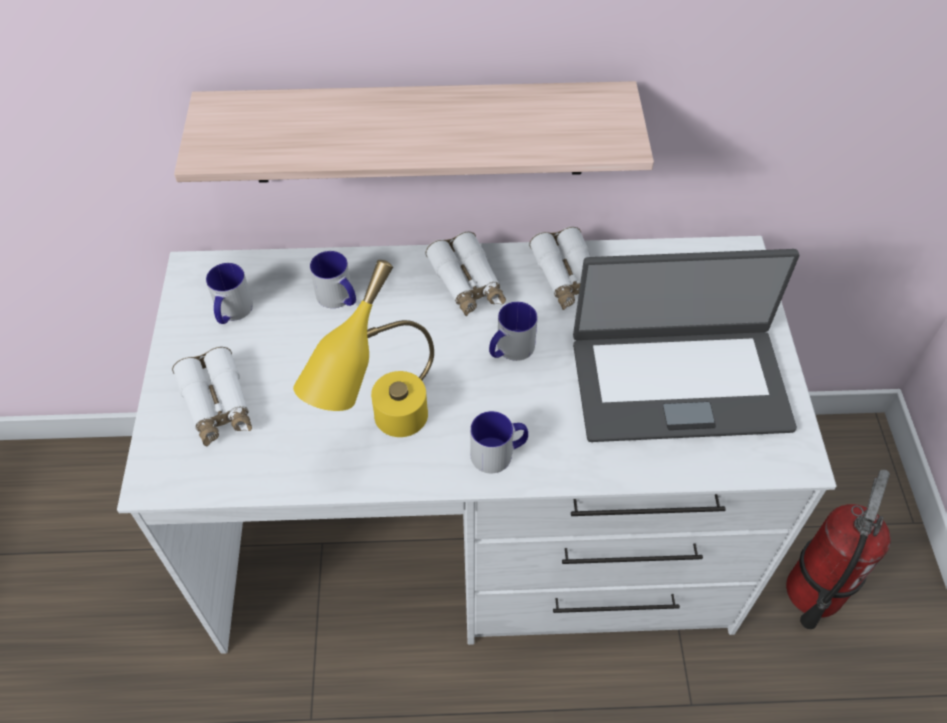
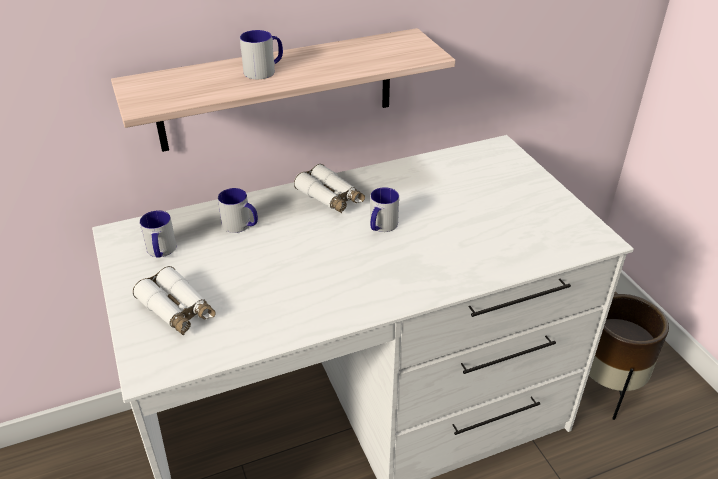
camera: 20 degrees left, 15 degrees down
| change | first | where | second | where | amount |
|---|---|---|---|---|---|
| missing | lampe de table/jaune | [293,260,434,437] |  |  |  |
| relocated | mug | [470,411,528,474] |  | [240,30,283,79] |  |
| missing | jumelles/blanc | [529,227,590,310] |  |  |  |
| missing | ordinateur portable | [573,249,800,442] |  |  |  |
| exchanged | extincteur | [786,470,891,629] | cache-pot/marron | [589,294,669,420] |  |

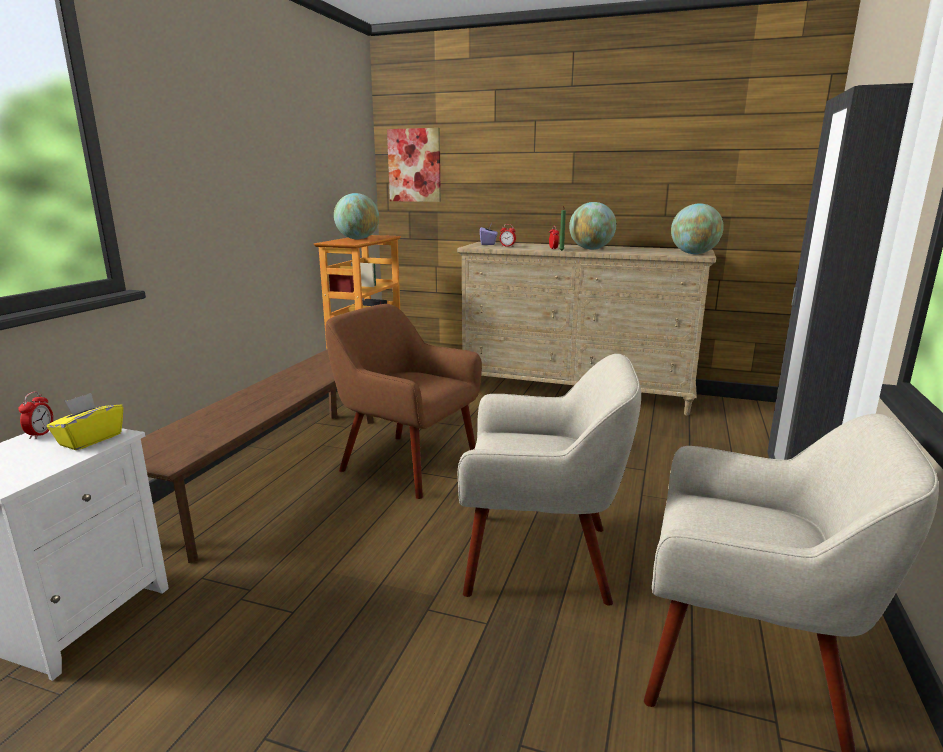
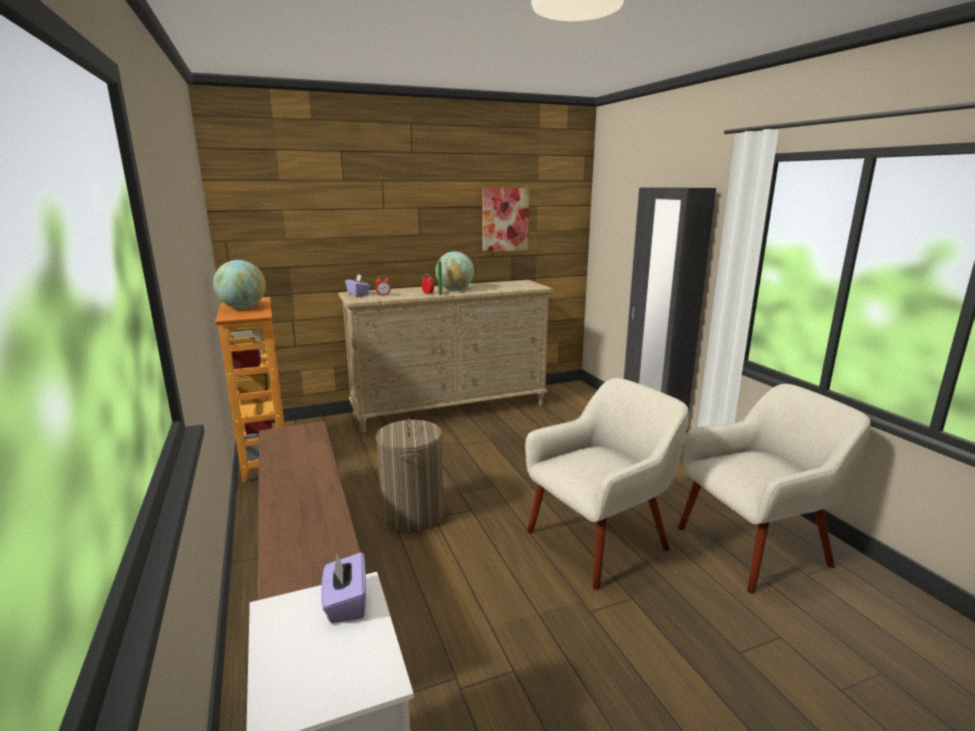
camera: 40 degrees left, 0 degrees up
| change | first | where | second | where | amount |
|---|---|---|---|---|---|
| missing | réveil | [19,392,53,439] |  |  |  |
| colour | boîte à mouchoirs/jaune | [47,393,123,450] | boîte à mouchoirs/violet | [321,552,366,623] |  |
| exchanged | fauteuil/marron | [325,304,482,499] | panier à linge | [376,418,444,532] |  |
| relocated | tableau | [387,128,441,202] |  | [482,188,529,252] |  |
| missing | globe | [671,203,724,254] |  |  |  |

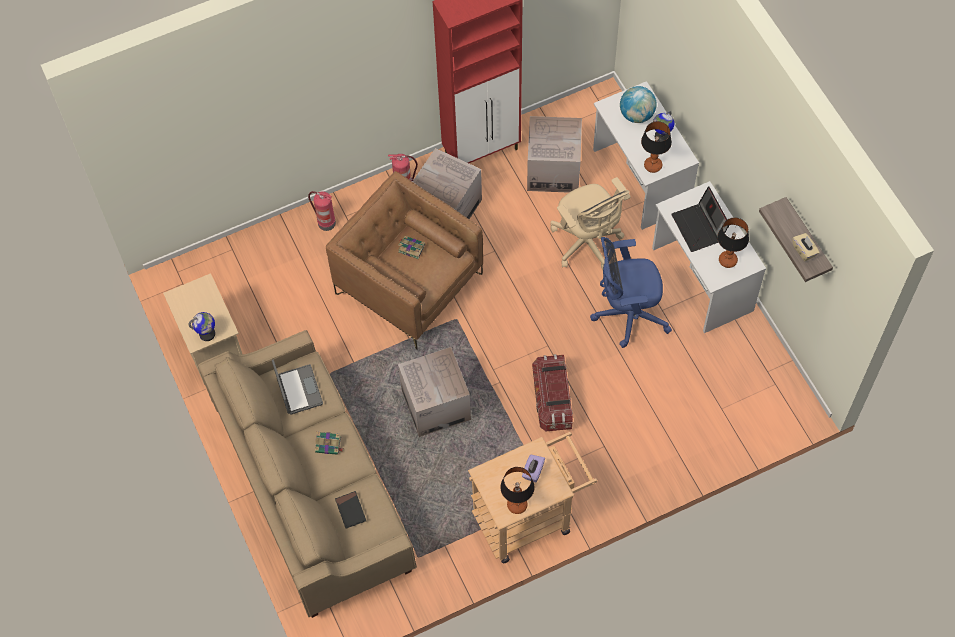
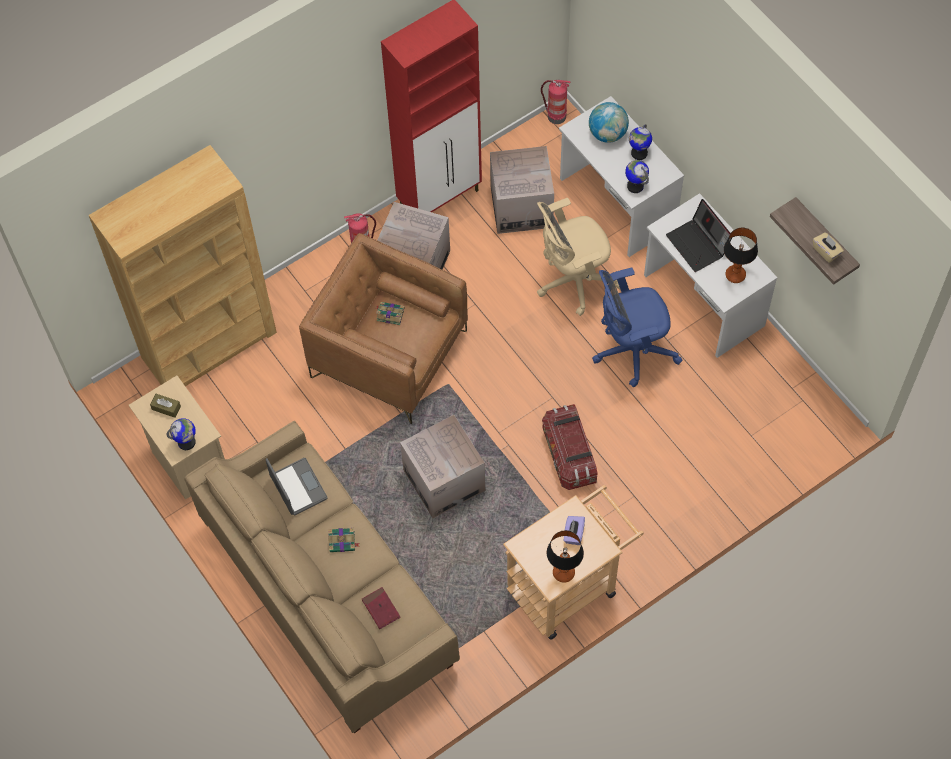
camera: 10 degrees left, 0 degrees up
| change | first | where | second | where | amount |
|---|---|---|---|---|---|
| relocated | extincteur | [308,191,336,231] |  | [541,80,571,124] |  |
| colour | livre/noir | [335,491,366,528] | livre/rouge | [362,587,401,629] |  |
| spun | chaise de bureau/beige | [550,177,631,270] |  | [537,198,621,316] | 105 degrees clockwise |
| exchanged | lampe de table | [641,121,672,173] | globe | [625,160,649,193] |  |
| appeared |  |  | bibliothèque/marron | [89,145,277,386] |  |
| appeared |  |  | boîte à mouchoirs/marron | [150,394,181,418] |  |

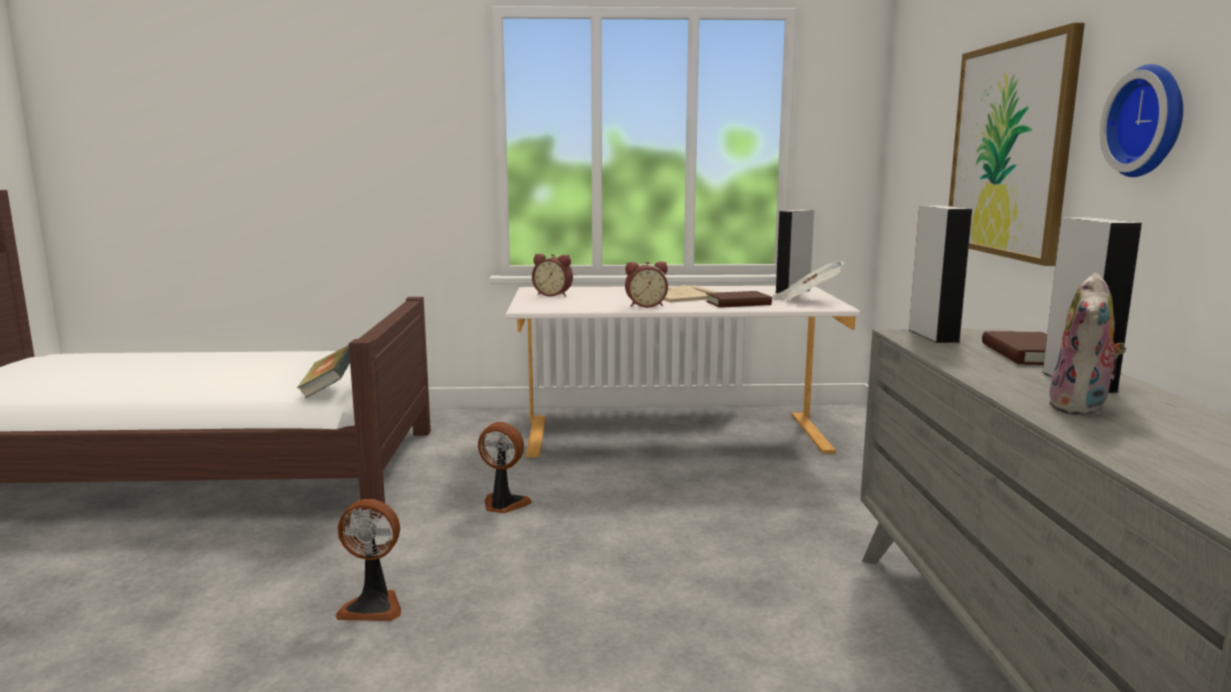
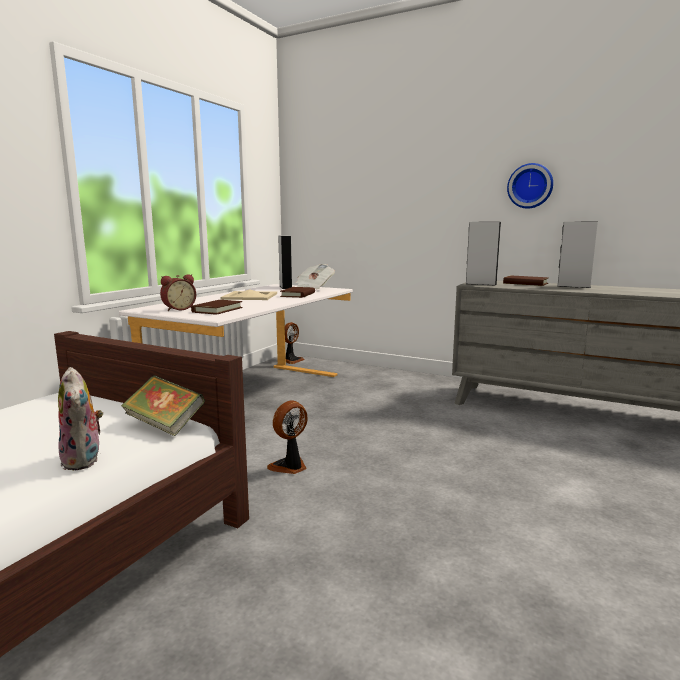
camera: 60 degrees left, 0 degrees up
| change | first | where | second | where | amount |
|---|---|---|---|---|---|
| relocated | ventilateur | [335,499,401,621] |  | [285,322,305,364] |  |
| missing | réveil | [625,262,668,308] |  |  |  |
| missing | tableau | [949,23,1085,266] |  |  |  |
| relocated | peluche | [1047,273,1127,416] |  | [58,367,103,470] |  |
| appeared |  |  | livre/marron | [191,300,243,315] |  |

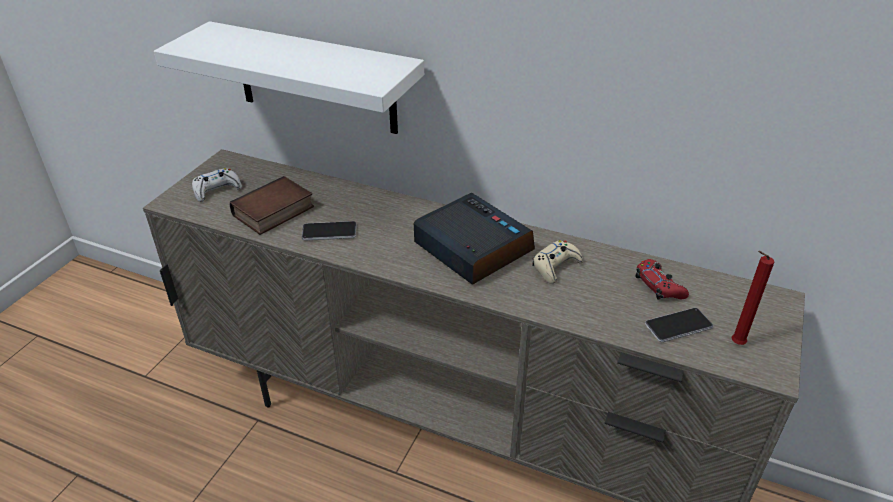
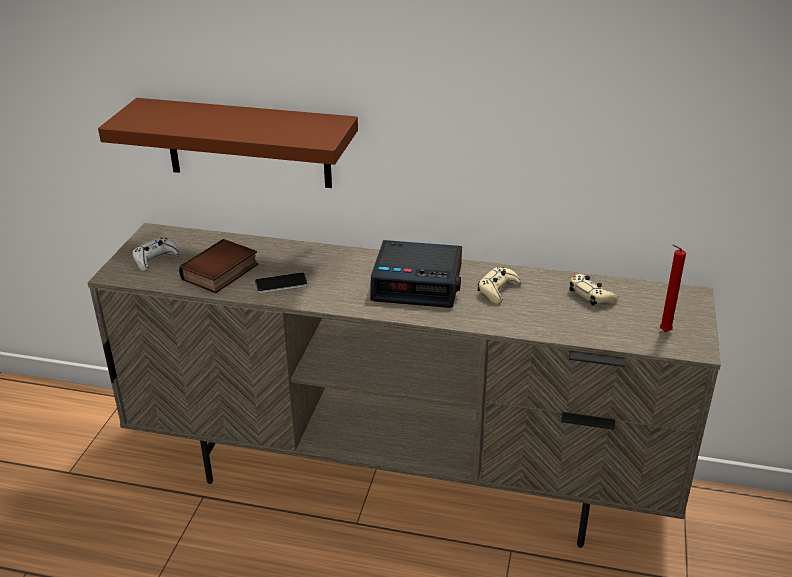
camera: 10 degrees left, 5 degrees down
| change | first | where | second | where | amount |
|---|---|---|---|---|---|
| colour | étagère/blanc | [154,21,424,134] | étagère/marron | [98,98,358,188] |  |
| spun | réveil | [414,193,535,285] |  | [370,240,462,308] | 150 degrees clockwise |
| colour | manette/rouge | [635,259,689,300] | manette/beige | [569,274,618,306] |  |
| missing | téléphone | [645,308,713,342] |  |  |  |

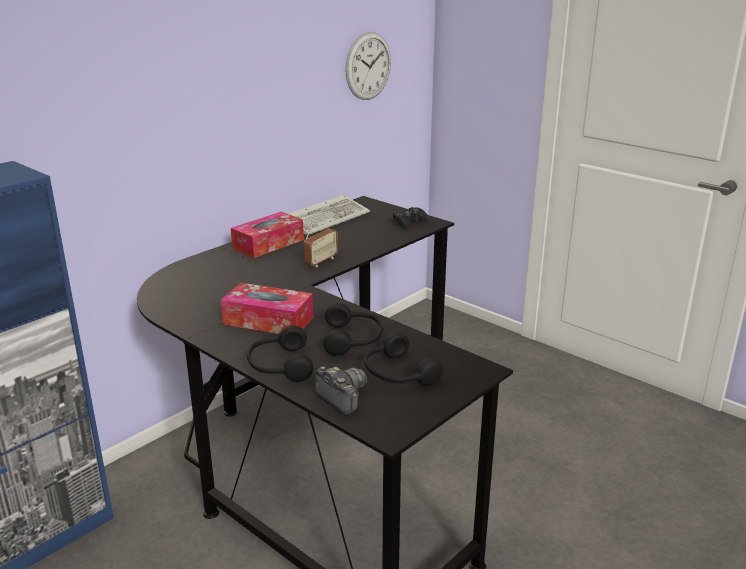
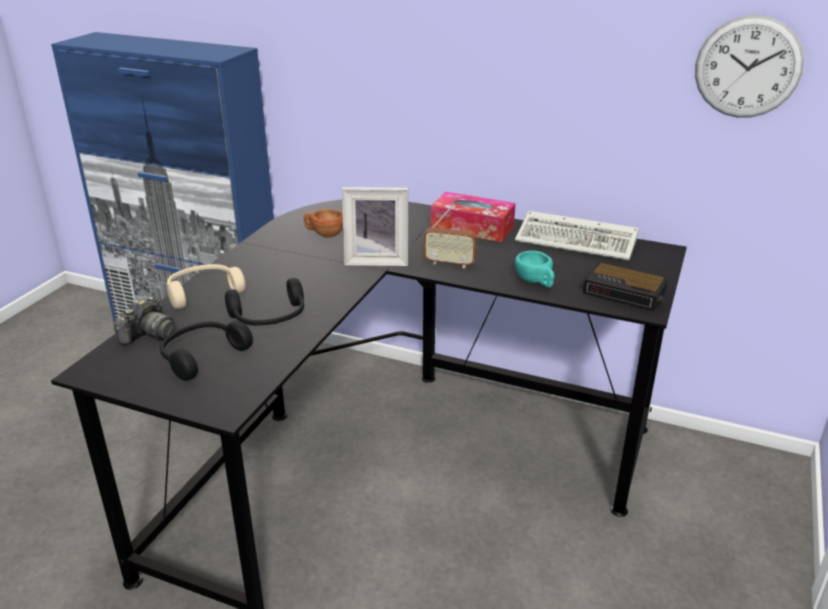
camera: 70 degrees right, 5 degrees up
| change | first | where | second | where | amount |
|---|---|---|---|---|---|
| missing | boîte à mouchoirs | [221,283,313,334] |  |  |  |
| colour | casque audio/noir | [247,325,314,382] | casque audio/beige | [167,264,246,309] |  |
| exchanged | manette/noir | [393,207,429,229] | réveil | [583,262,668,311] |  |
| appeared |  |  | tasse/marron | [304,209,343,238] |  |
| appeared |  |  | cadre photo | [342,187,408,266] |  |
| appeared |  |  | tasse/turquoise | [515,251,554,288] |  |

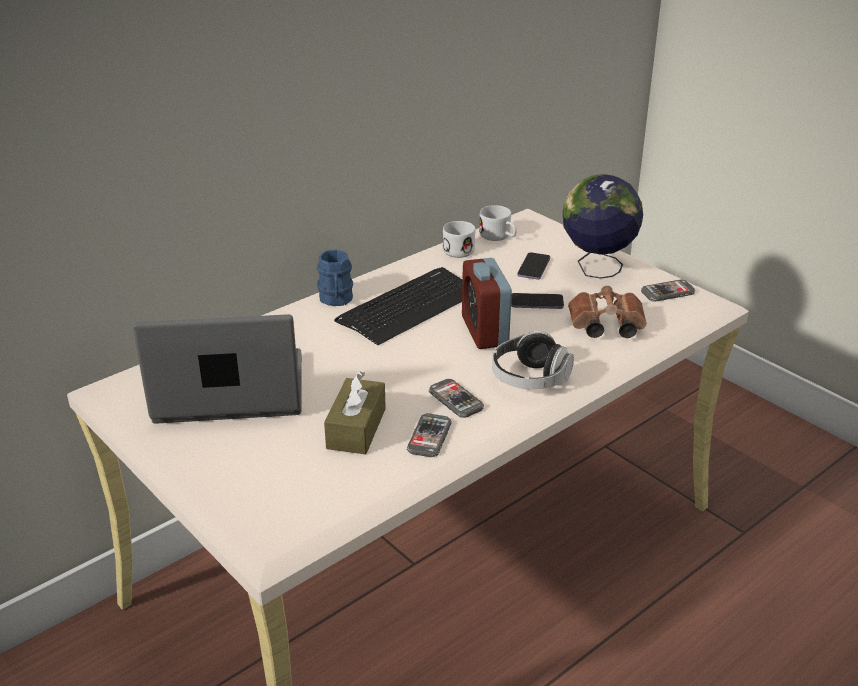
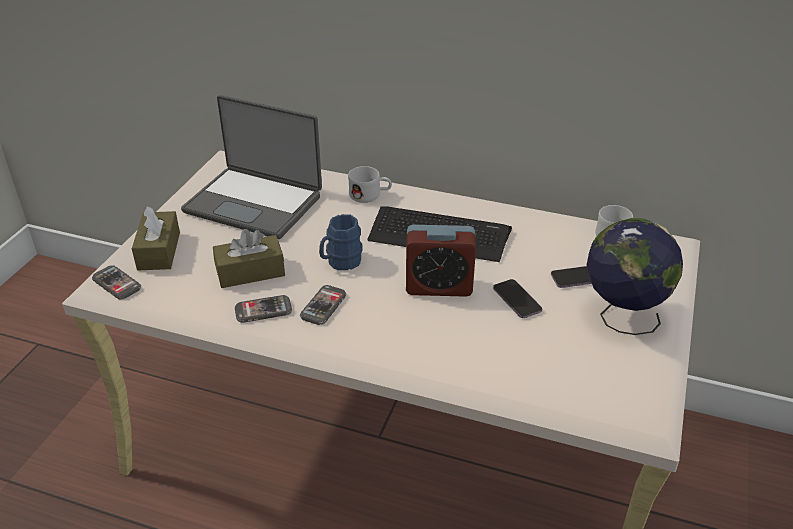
camera: 60 degrees right, 5 degrees up
| change | first | where | second | where | amount |
|---|---|---|---|---|---|
| spun | ordinateur portable | [133,314,302,424] |  | [181,95,322,239] | 150 degrees clockwise |
| relocated | mug/bleu | [317,250,353,306] |  | [319,214,363,270] |  |
| relocated | mug/blanc | [443,221,475,258] |  | [348,166,392,203] |  |
| spun | réveil | [462,258,512,349] |  | [406,225,476,297] | 135 degrees counterclockwise |
| missing | casque audio | [492,330,574,390] |  |  |  |
| missing | jumelles/marron | [568,285,647,338] |  |  |  |
| relocated | téléphone | [641,279,695,302] |  | [92,265,141,299] |  |
| appeared |  |  | boîte à mouchoirs/marron | [132,206,180,270] |  |

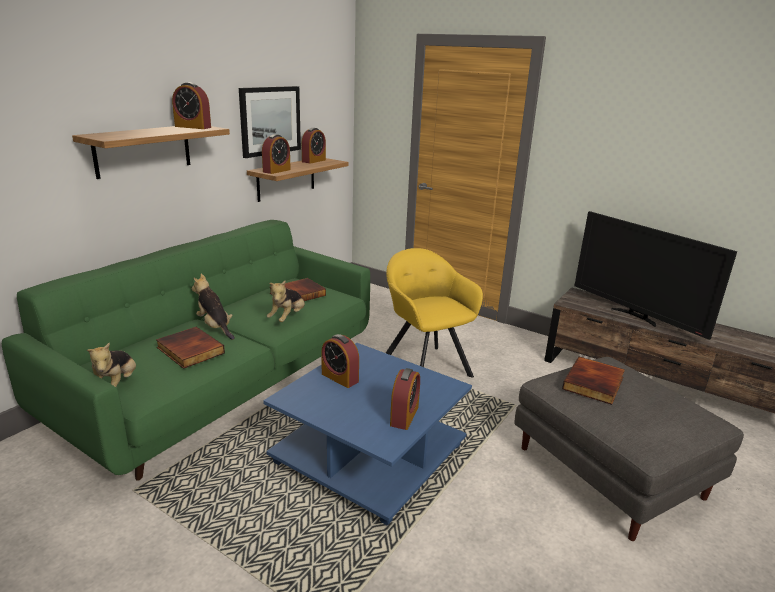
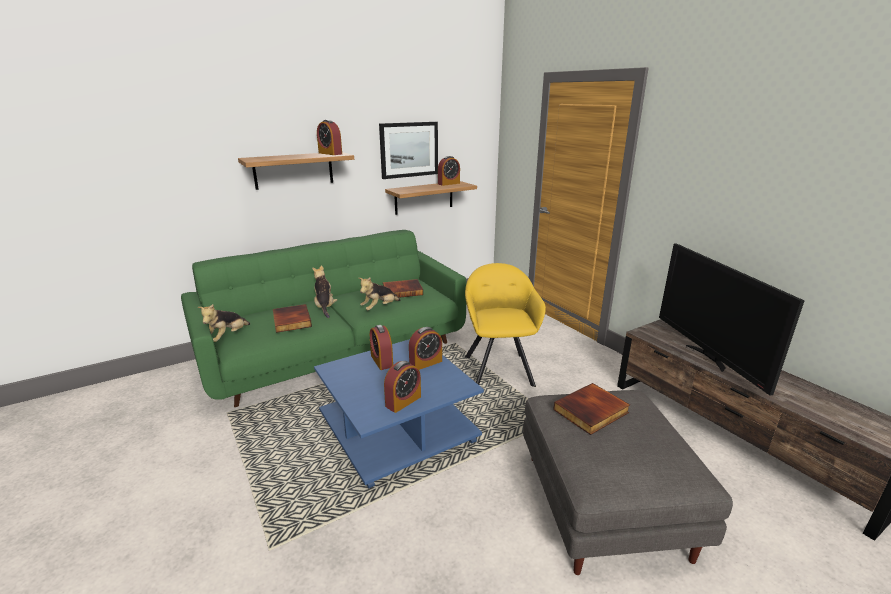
camera: 25 degrees right, 0 degrees up
| change | first | where | second | where | amount |
|---|---|---|---|---|---|
| relocated | réveil | [262,134,291,174] |  | [409,327,442,370] |  |

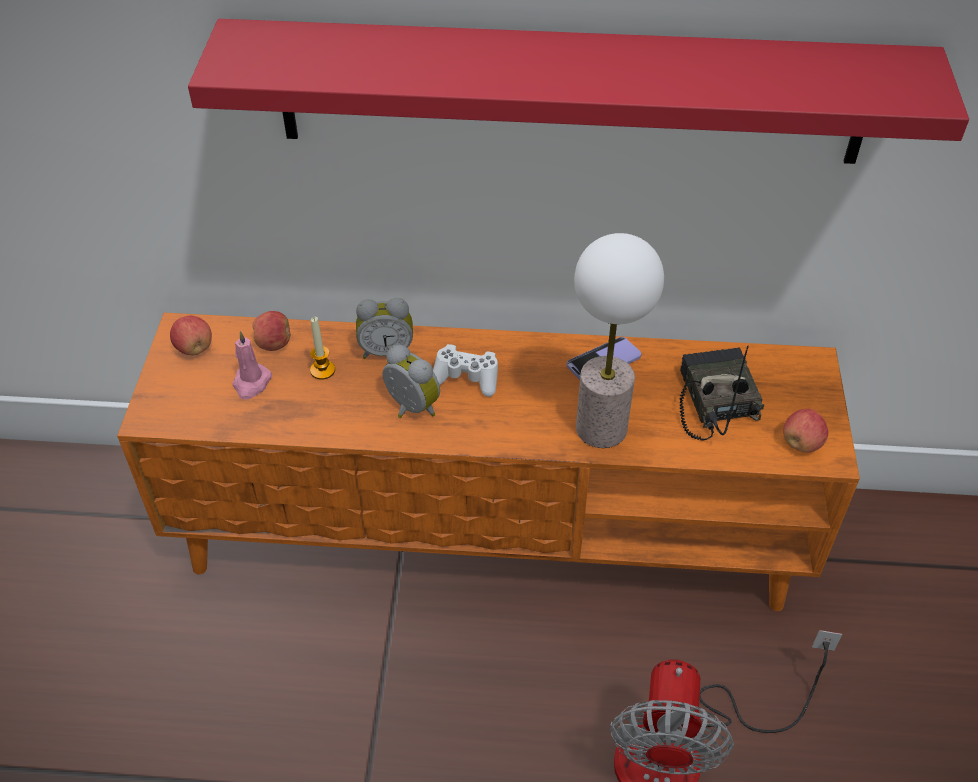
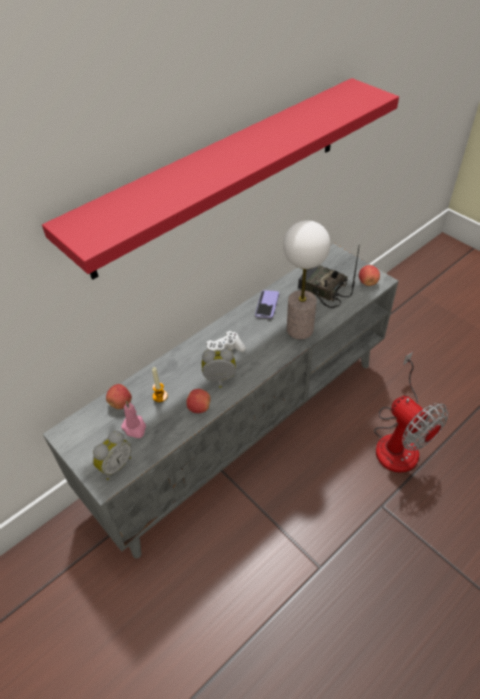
camera: 45 degrees left, 0 degrees up
| change | first | where | second | where | amount |
|---|---|---|---|---|---|
| colour | meuble télé/orange | [117,313,860,611] | meuble télé/gris | [43,243,398,559] |  |
| relocated | pomme | [170,316,212,355] |  | [186,389,210,413] |  |
| relocated | réveil | [356,298,413,359] |  | [93,431,132,480] |  |

